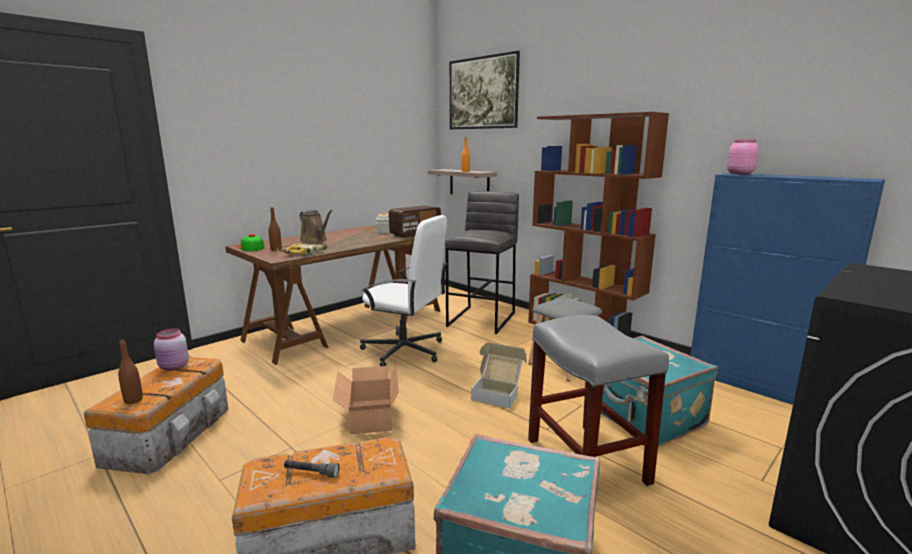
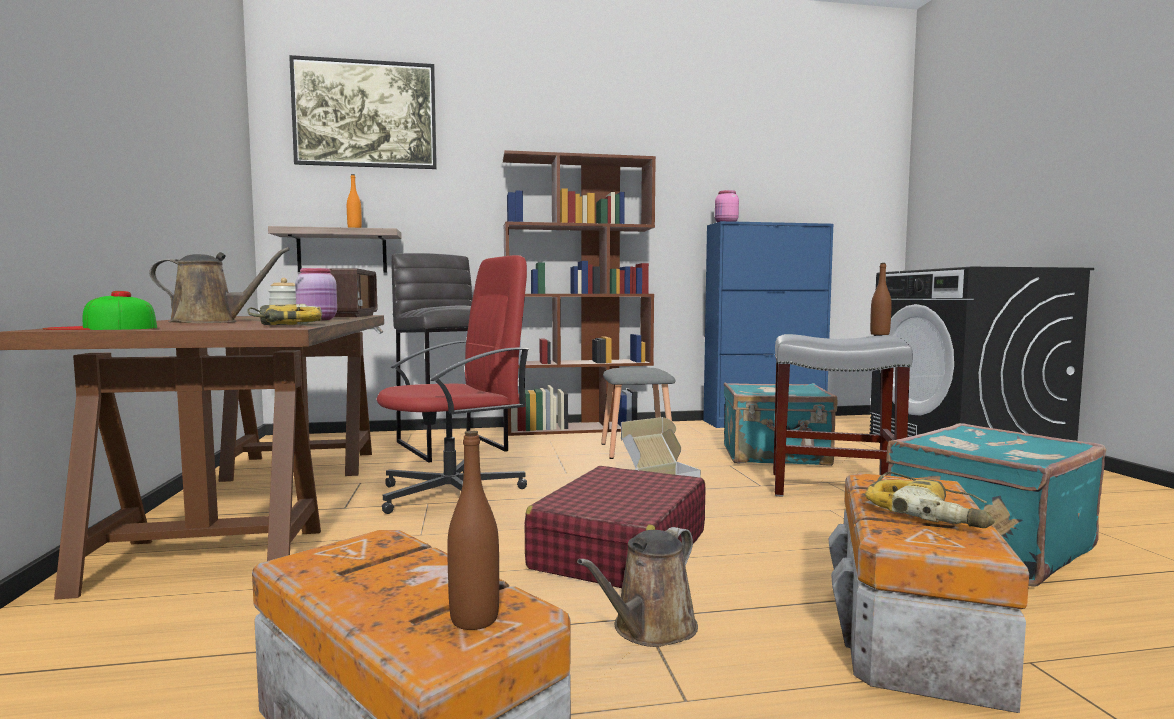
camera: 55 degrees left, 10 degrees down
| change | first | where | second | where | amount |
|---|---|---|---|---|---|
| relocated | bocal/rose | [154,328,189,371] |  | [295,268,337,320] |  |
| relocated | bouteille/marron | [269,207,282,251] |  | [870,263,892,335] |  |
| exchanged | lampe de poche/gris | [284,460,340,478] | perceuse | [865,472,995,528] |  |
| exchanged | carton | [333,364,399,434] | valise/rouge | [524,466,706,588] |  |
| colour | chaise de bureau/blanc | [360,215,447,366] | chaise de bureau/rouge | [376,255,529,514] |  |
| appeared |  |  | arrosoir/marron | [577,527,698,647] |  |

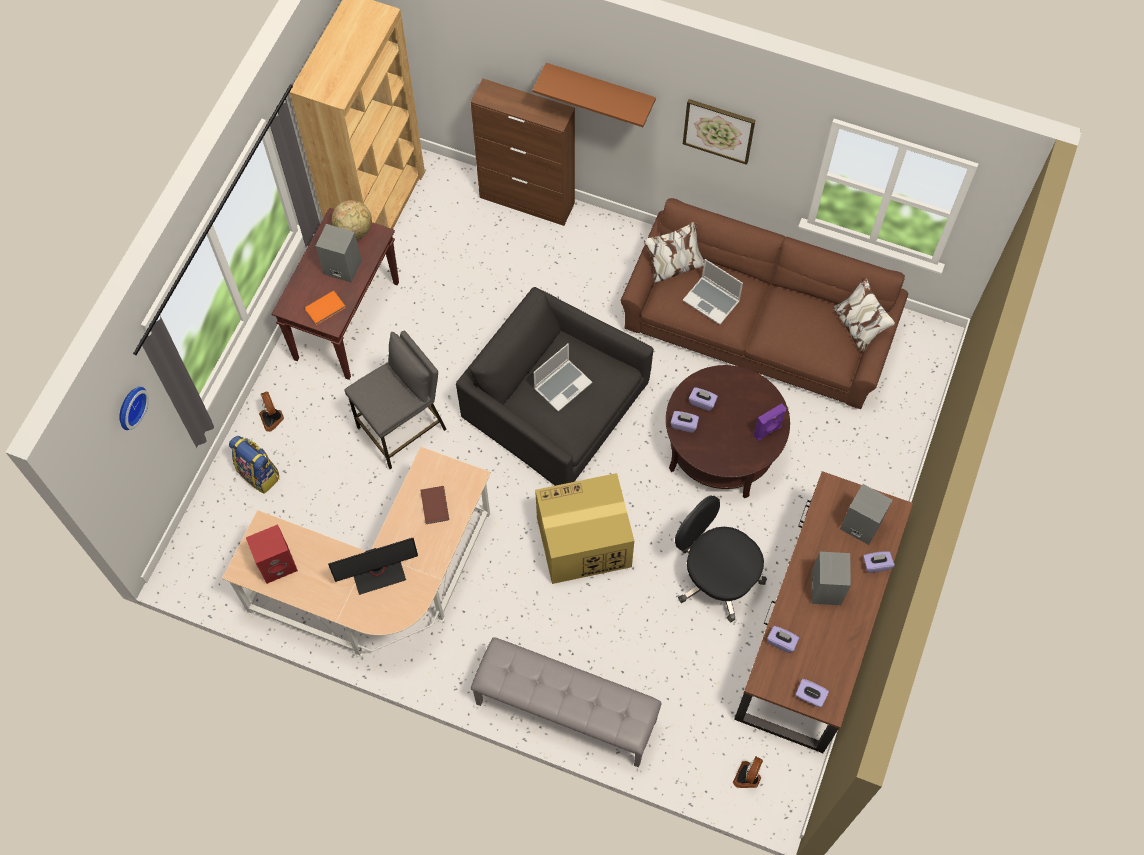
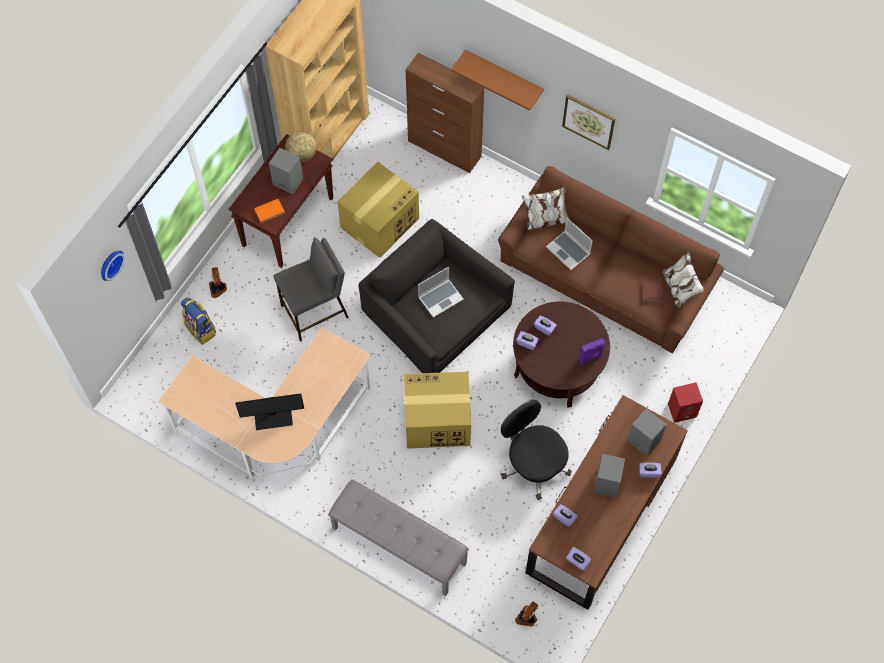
camera: 10 degrees right, 0 degrees up
| change | first | where | second | where | amount |
|---|---|---|---|---|---|
| relocated | enceinte/rouge | [246,524,298,584] |  | [668,382,703,423] |  |
| relocated | livre/marron | [420,486,449,524] |  | [642,277,661,302] |  |
| appeared |  |  | carton | [337,162,419,258] |  |

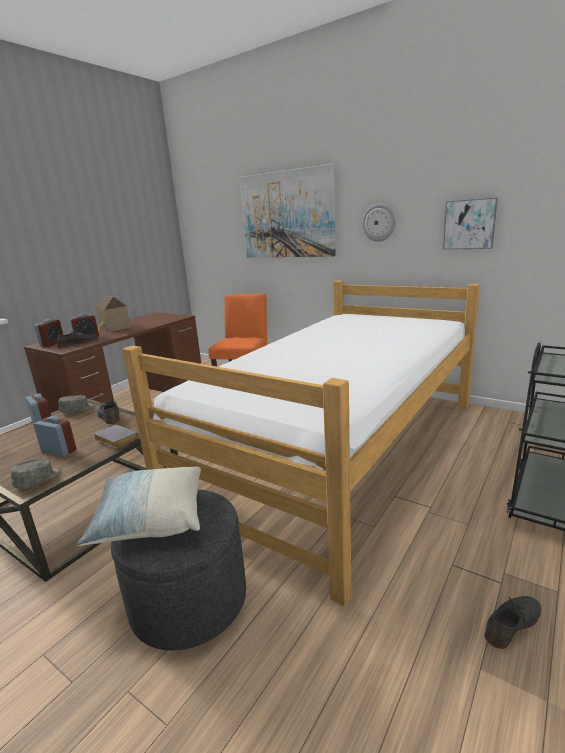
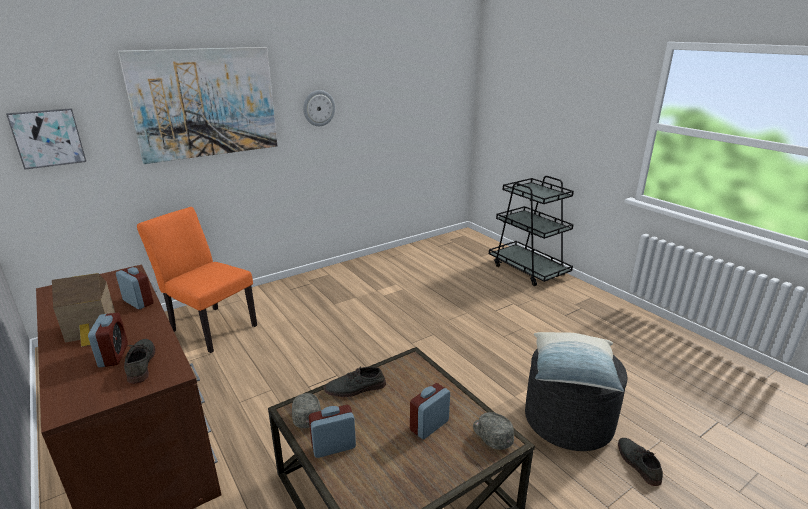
camera: 70 degrees left, 5 degrees up
| change | first | where | second | where | amount |
|---|---|---|---|---|---|
| relocated | réveil | [35,319,63,347] |  | [116,267,154,309] |  |
| missing | livre/gris | [93,425,139,448] |  |  |  |
| missing | lit | [122,281,480,606] |  |  |  |
| relocated | tableau | [443,197,498,250] |  | [6,108,86,170] |  |
| relocated | chaussure/gris | [484,596,541,649] |  | [618,438,663,486] |  |

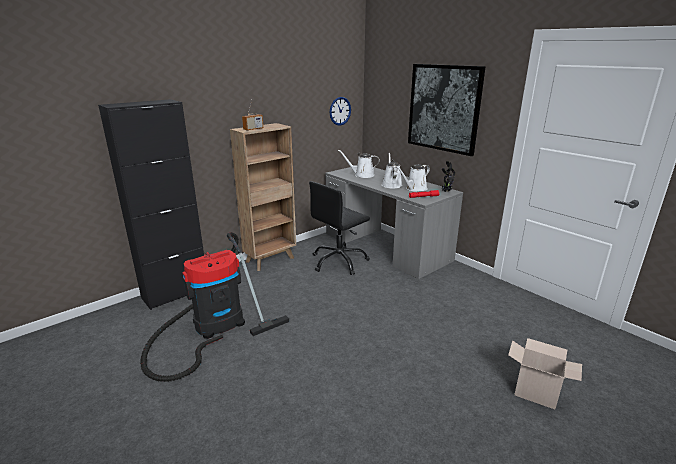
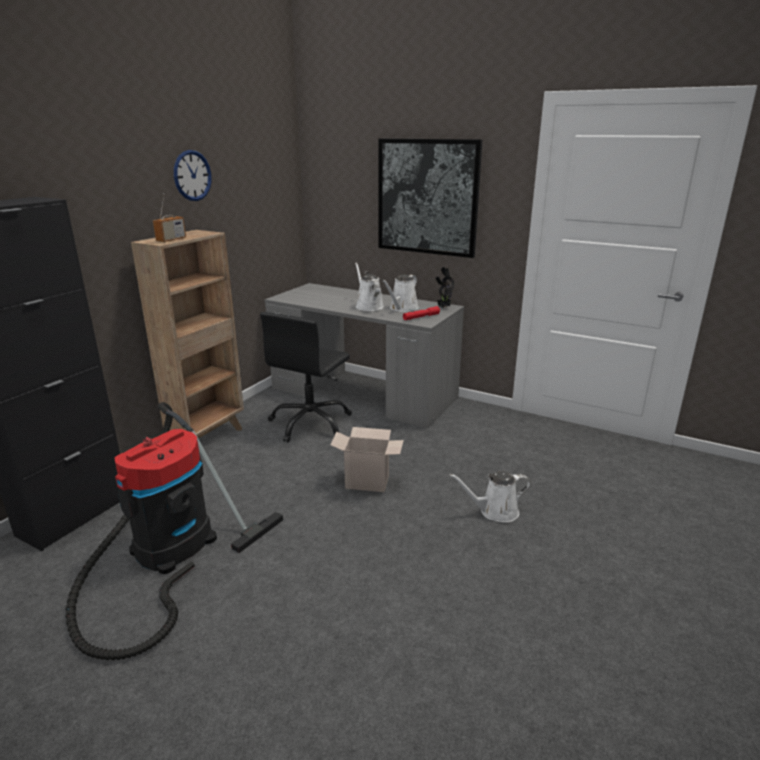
camera: 20 degrees left, 0 degrees up
| change | first | where | second | where | amount |
|---|---|---|---|---|---|
| relocated | horloge murale | [330,97,351,126] |  | [174,150,212,201] |  |
| relocated | arrosoir/blanc | [338,150,380,178] |  | [450,471,531,523] |  |
| relocated | carton | [508,338,582,409] |  | [330,427,404,492] |  |

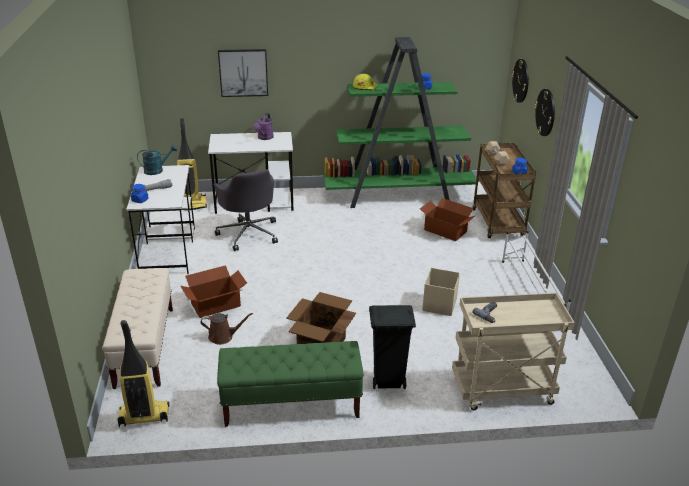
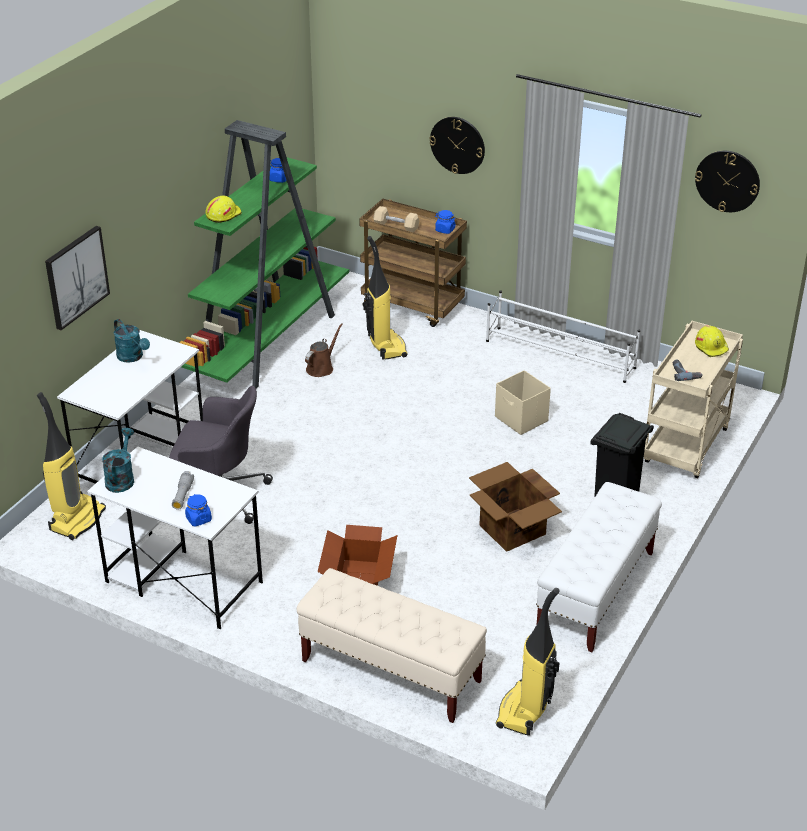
camera: 55 degrees left, 5 degrees up
| change | first | where | second | where | amount |
|---|---|---|---|---|---|
| relocated | arrosoir/marron | [200,313,253,345] |  | [305,323,343,377] |  |
| colour | banc/vert | [217,341,363,427] | banc/blanc | [536,482,662,652] |  |
| colour | arrosoir/violet | [253,113,274,140] | arrosoir/turquoise | [113,319,150,363] |  |
| exchanged | carton | [420,198,475,241] | aspirateur | [363,236,408,360] |  |
| relocated | horloge murale | [511,59,529,103] |  | [695,151,760,212] |  |
| appeared |  |  | casque de chantier/jaune | [695,325,729,357] |  |

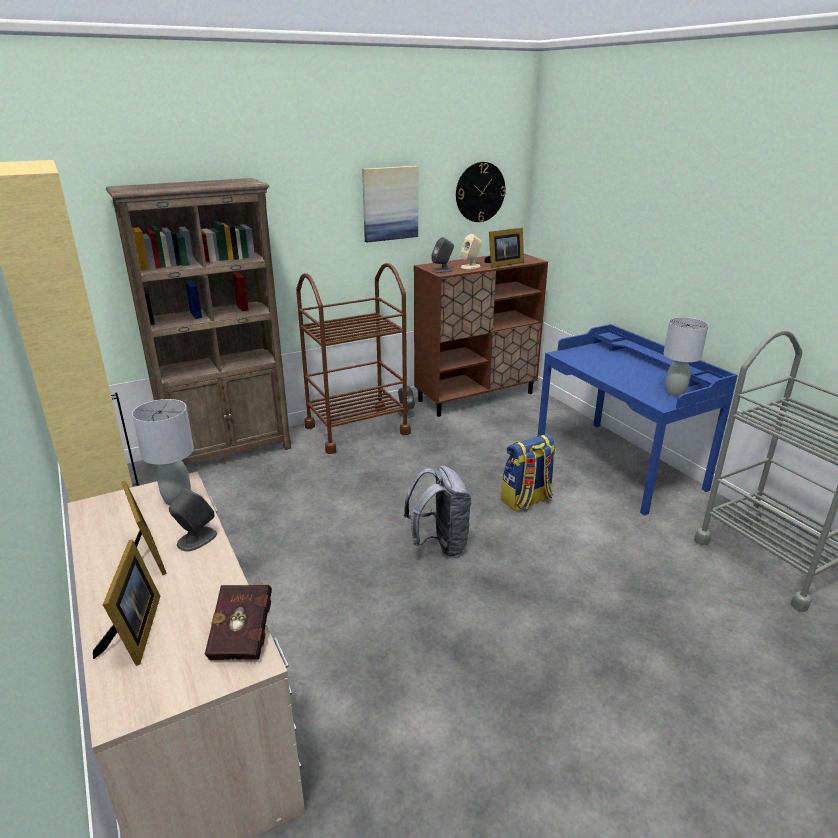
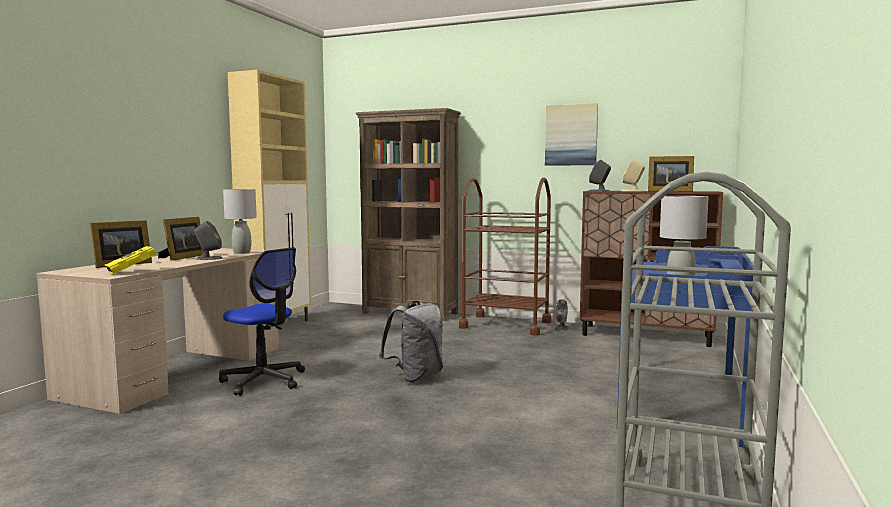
camera: 50 degrees right, 20 degrees down
| change | first | where | second | where | amount |
|---|---|---|---|---|---|
| colour | livre/rouge | [204,579,272,660] | livre/jaune | [105,246,160,274] |  |
| missing | horloge murale | [456,162,506,222] |  |  |  |
| missing | sac à dos | [501,434,556,511] |  |  |  |
| appeared |  |  | chaise de bureau | [219,247,305,396] |  |

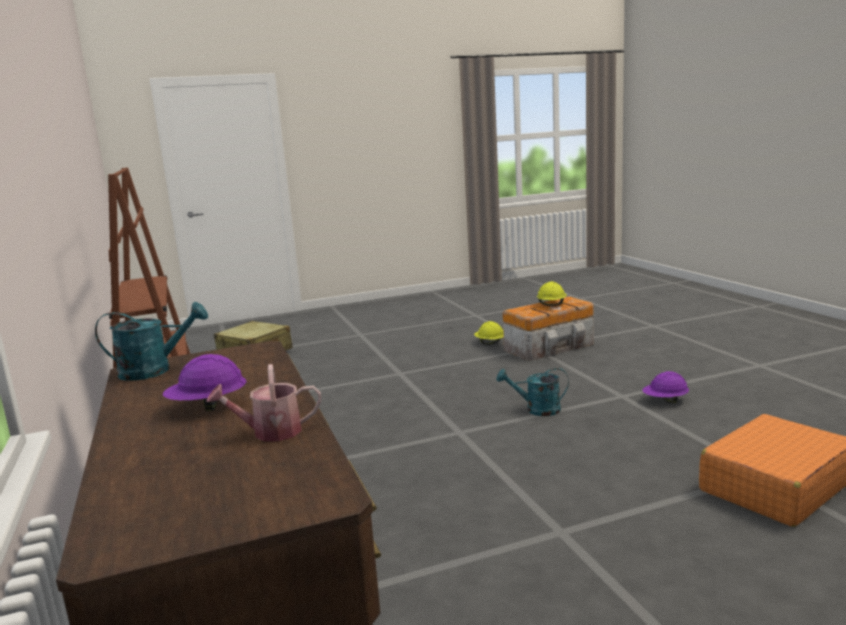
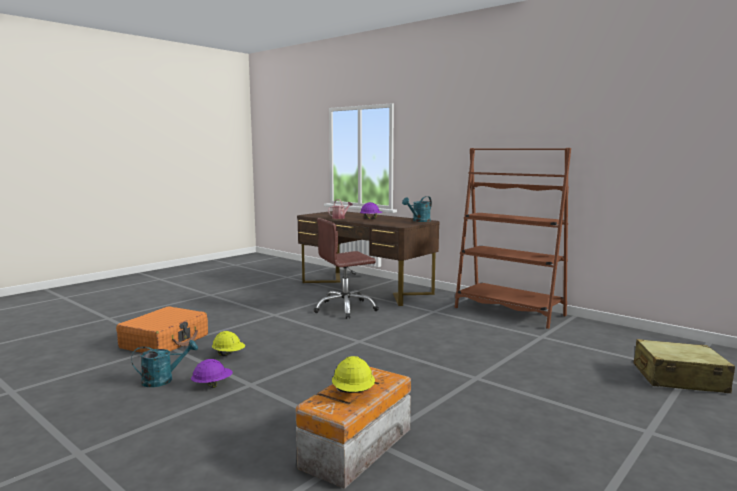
camera: 150 degrees right, 5 degrees down
| change | first | where | second | where | amount |
|---|---|---|---|---|---|
| relocated | casque de chantier/jaune | [474,321,504,345] |  | [212,331,245,356] |  |
| relocated | arrosoir/turquoise | [496,368,569,416] |  | [131,340,198,387] |  |
| appeared |  |  | chaise de bureau/marron | [314,218,379,319] |  |

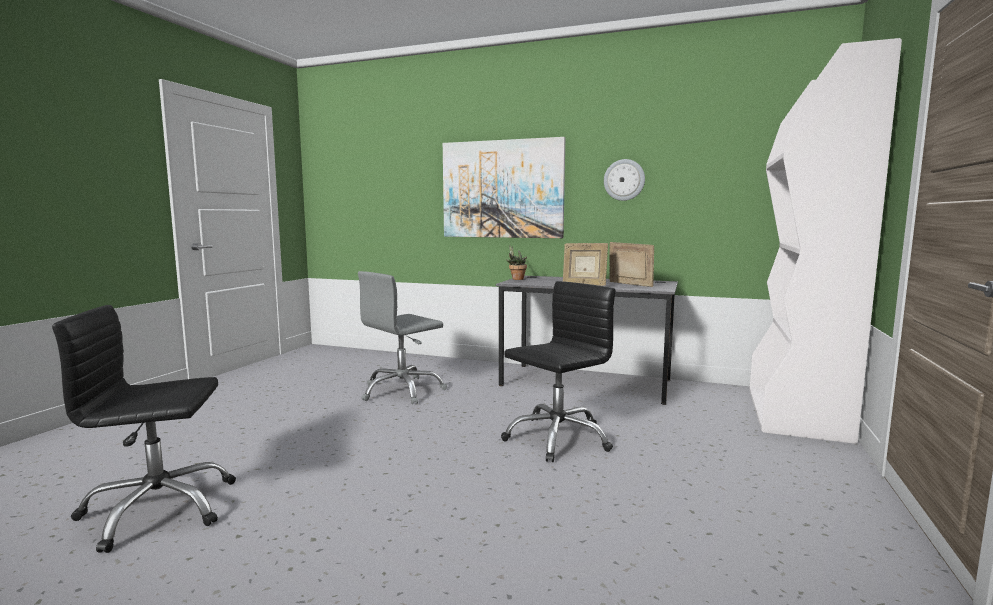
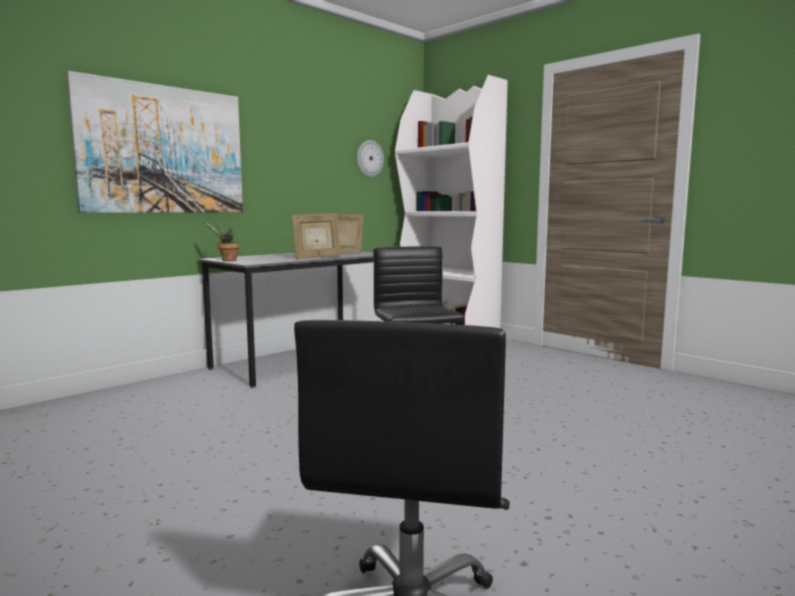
camera: 65 degrees left, 0 degrees up
| change | first | where | second | where | amount |
|---|---|---|---|---|---|
| missing | chaise de bureau/gris | [358,271,447,404] |  |  |  |
| relocated | horloge murale | [604,159,645,201] |  | [357,140,384,177] |  |

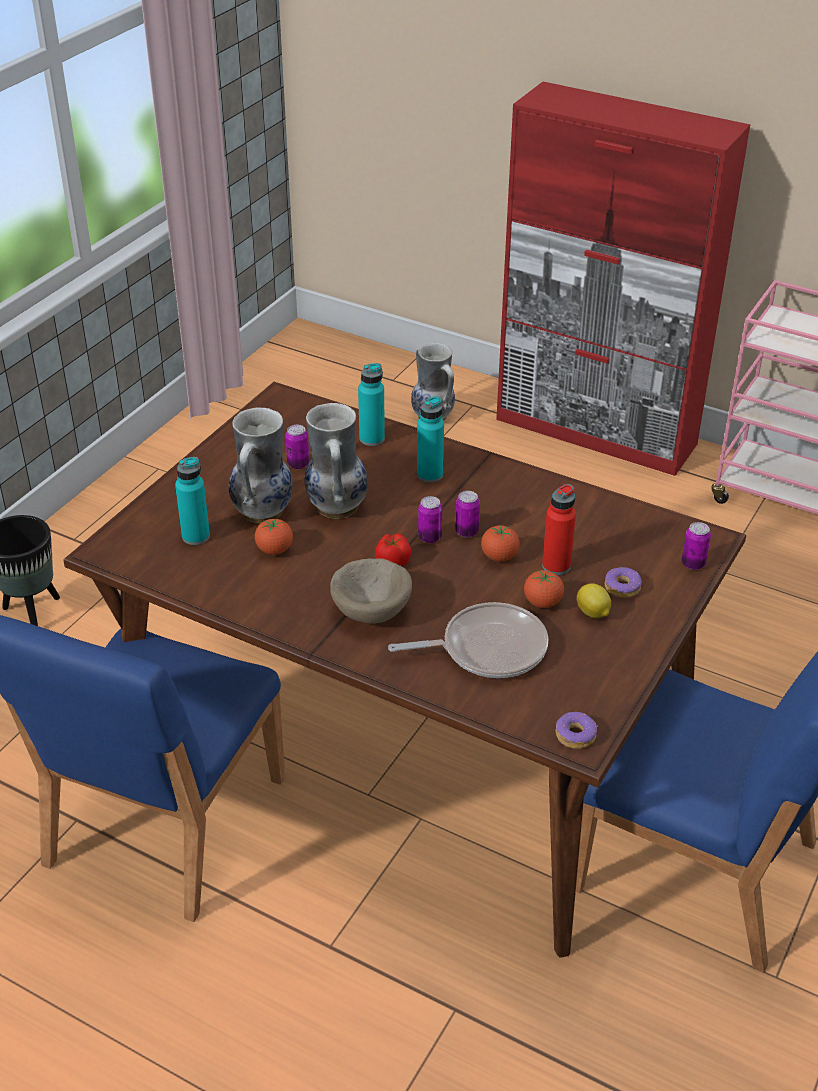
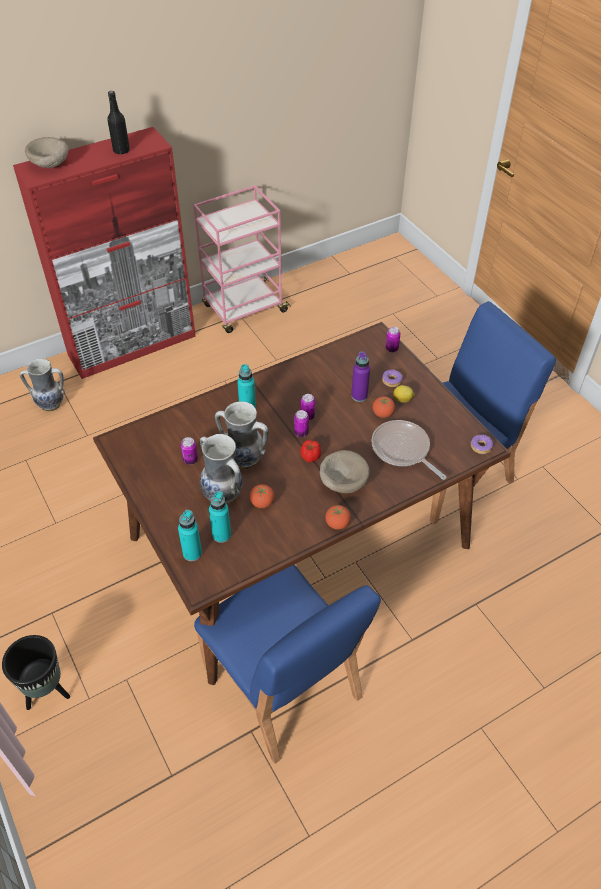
camera: 60 degrees left, 10 degrees up
| change | first | where | second | where | amount |
|---|---|---|---|---|---|
| relocated | bouteille/turquoise | [358,363,385,446] |  | [178,510,202,561] |  |
| spun | poêle | [388,602,548,678] |  | [371,420,447,480] | 60 degrees counterclockwise |
| relocated | tomate | [481,525,520,561] |  | [325,505,351,530] |  |
| colour | bouteille/rouge | [542,484,576,575] | bouteille/violet | [351,352,370,402] |  |
| appeared |  |  | bol/beige | [25,137,69,168] |  |
| appeared |  |  | bouteille/noir | [107,91,130,154] |  |

